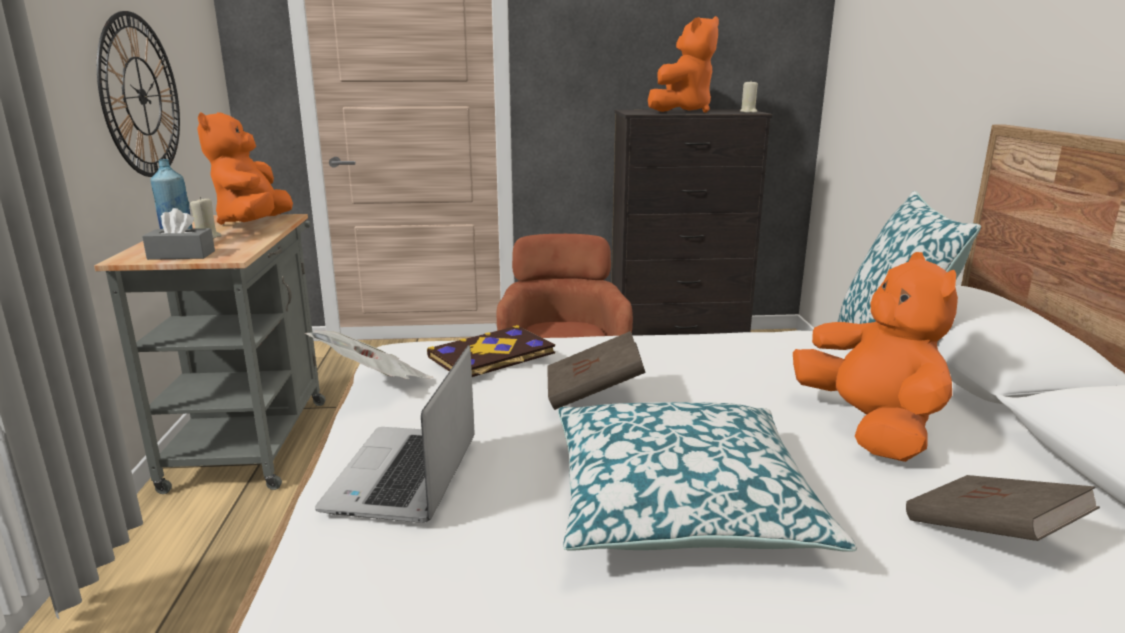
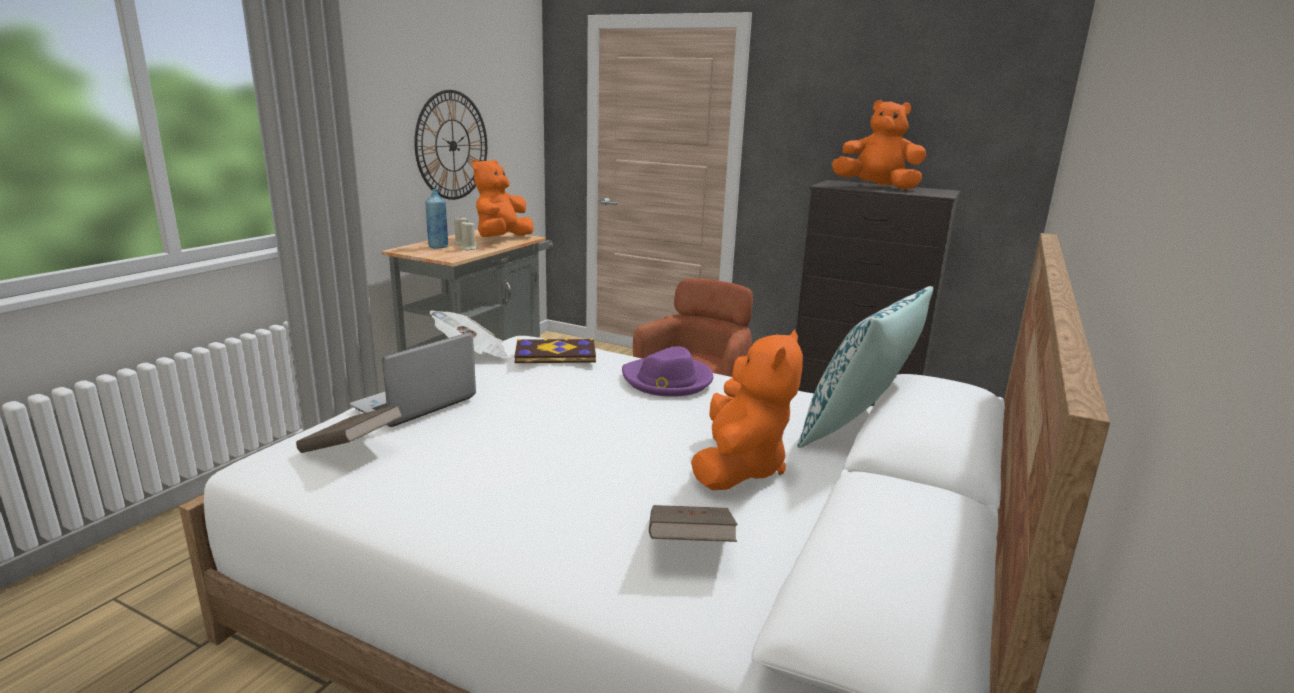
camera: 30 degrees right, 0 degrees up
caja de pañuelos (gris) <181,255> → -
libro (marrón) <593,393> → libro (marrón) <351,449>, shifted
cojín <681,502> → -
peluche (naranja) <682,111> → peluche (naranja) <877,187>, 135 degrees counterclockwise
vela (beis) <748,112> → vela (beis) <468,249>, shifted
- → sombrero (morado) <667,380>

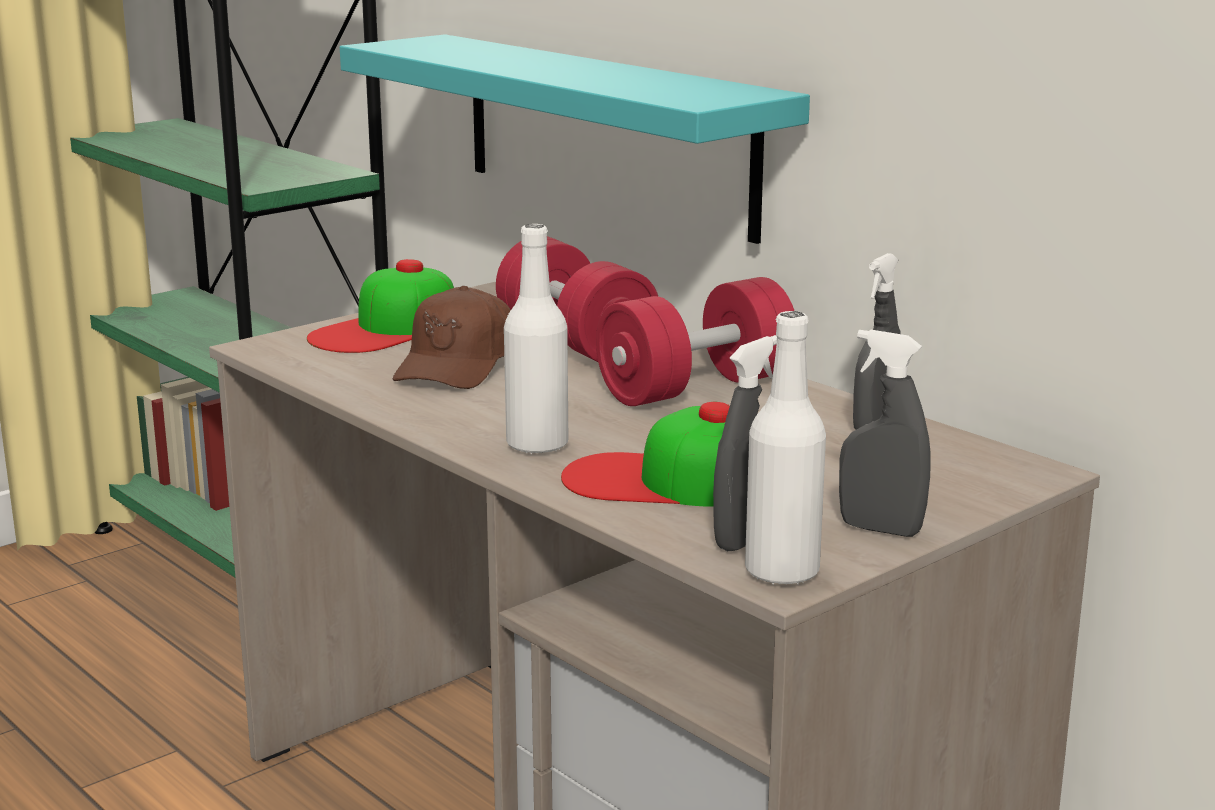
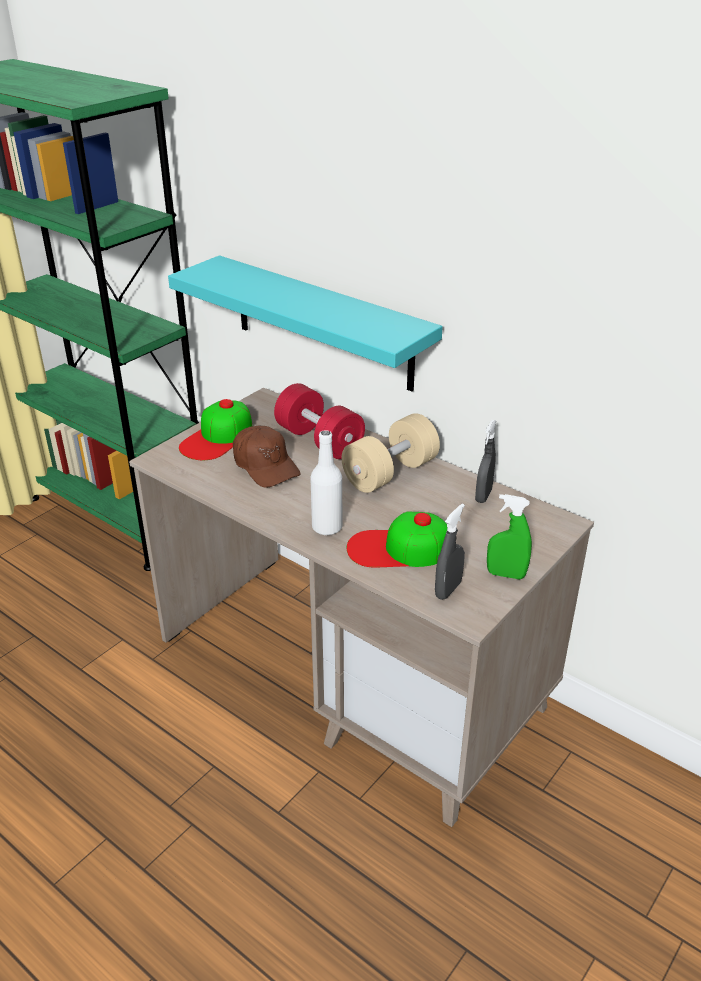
camera: 10 degrees left, 15 degrees up
gorra (marrón) <458,365> → gorra (marrón) <265,466>, 45 degrees counterclockwise
mancuerna (rojo) <696,388> → mancuerna (beis) <390,473>
botella (blanco) <782,571> → -
pulverizador (gris) <880,529> → pulverizador (verde) <506,574>

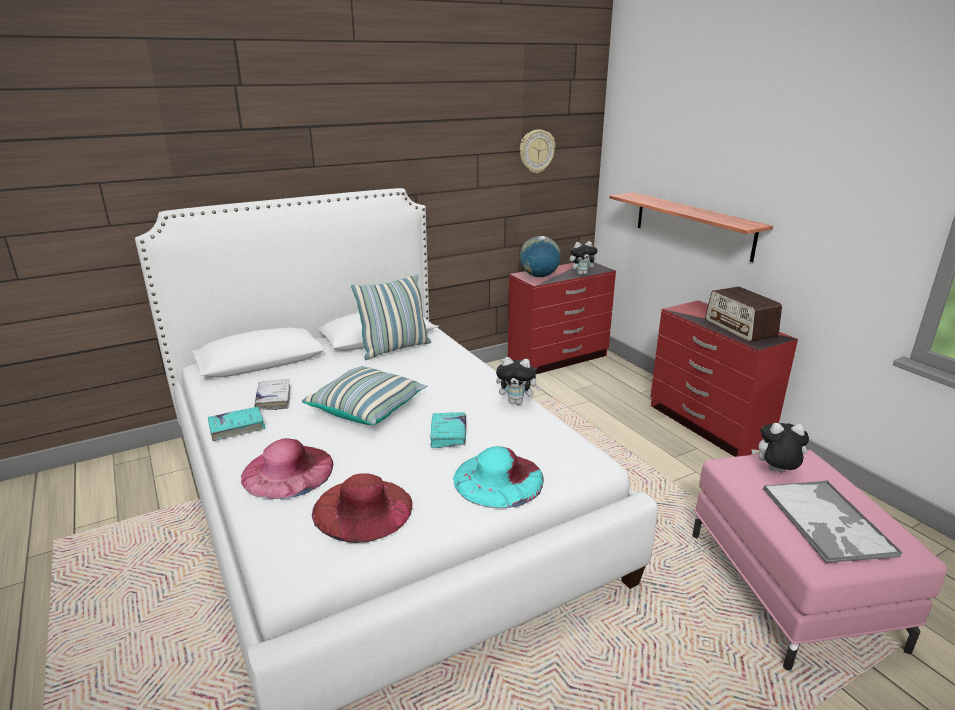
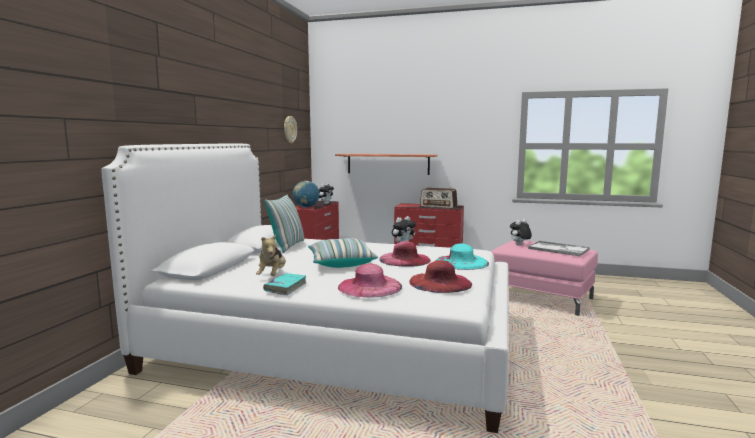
camera: 45 degrees left, 15 degrees down
libro (blanco) <273,399> → peluche <272,275>
libro (turquesa) <448,434> → sombrero (rosa) <404,259>

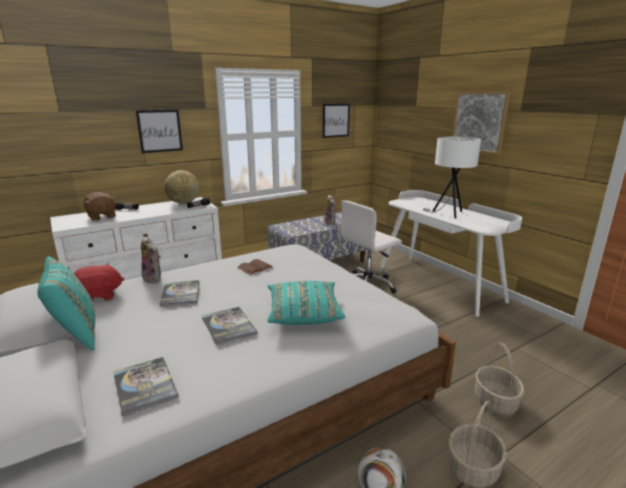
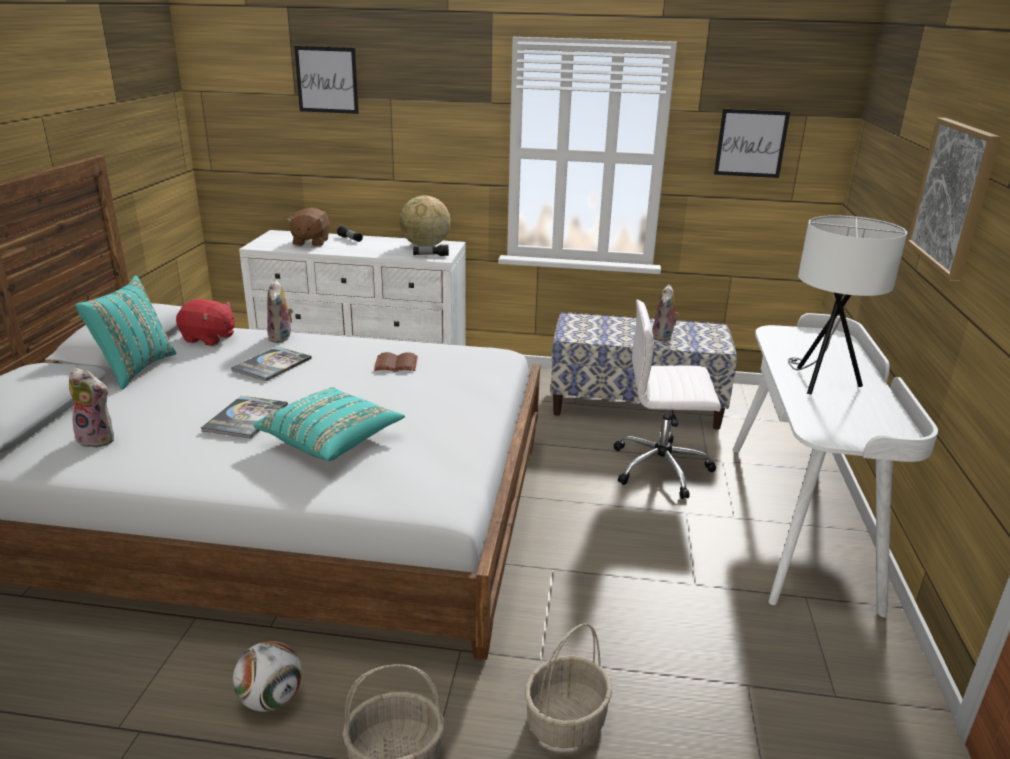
camera: 40 degrees right, 5 degrees up
libro <145,385> → peluche <99,439>
cuadro <160,131> → cuadro <327,80>, shifted

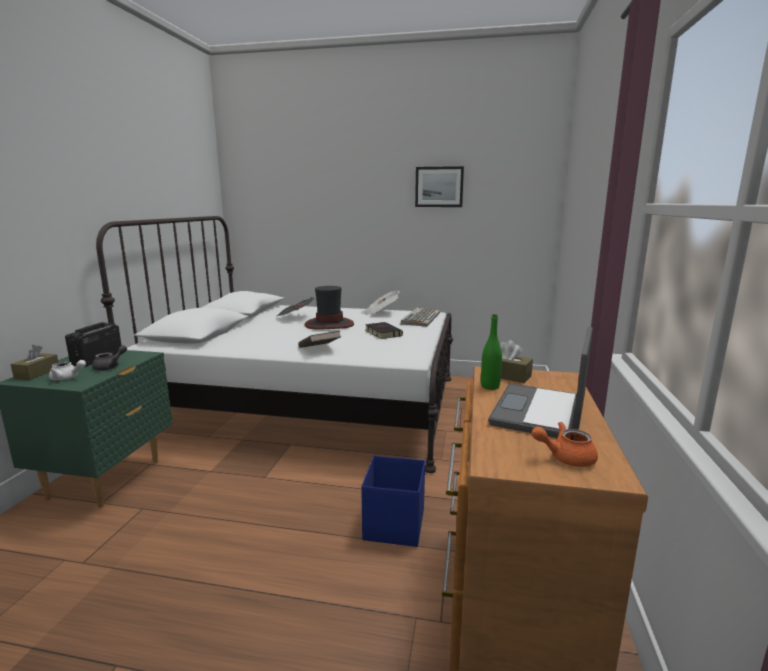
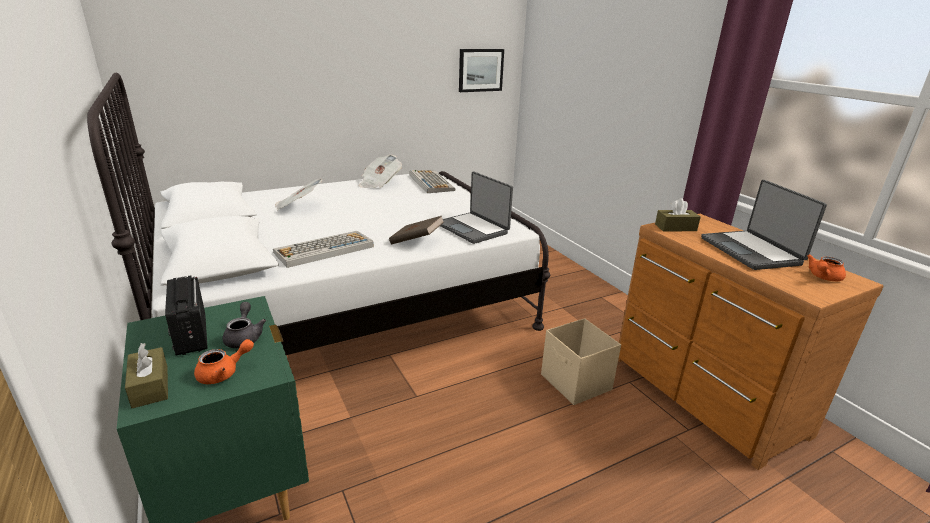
camera: 40 degrees left, 10 degrees up
tetera (blanco) <67,378> → tetera (naranja) <223,373>
sombrero <329,324> → -
caja de almacenaje (azul) <393,525> → caja de almacenaje (beis) <576,383>
libro (negro) <382,333> → -
cuadro <439,187> → cuadro <480,70>, shifted
botella (verde) <490,386> → -
- → teclado <323,250>
- → portátil <473,228>

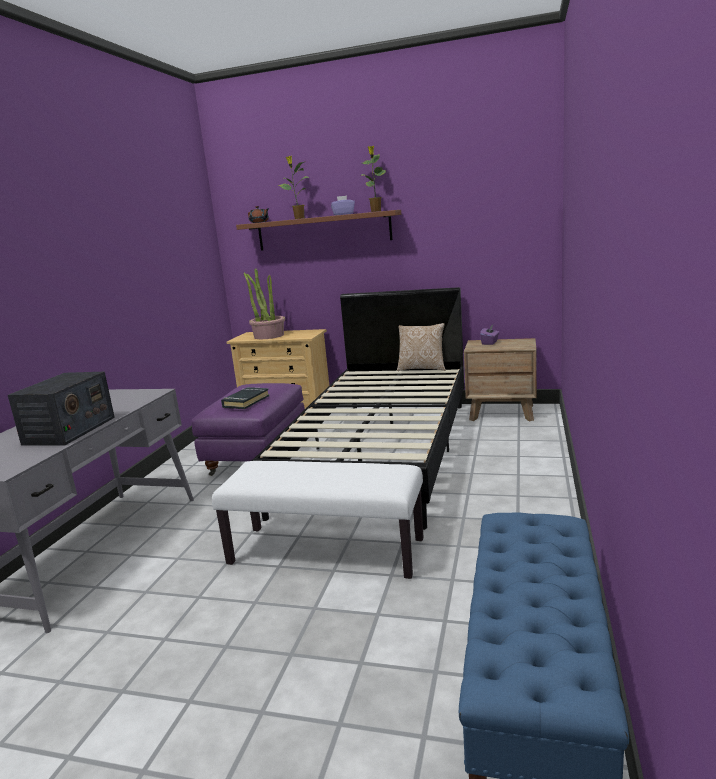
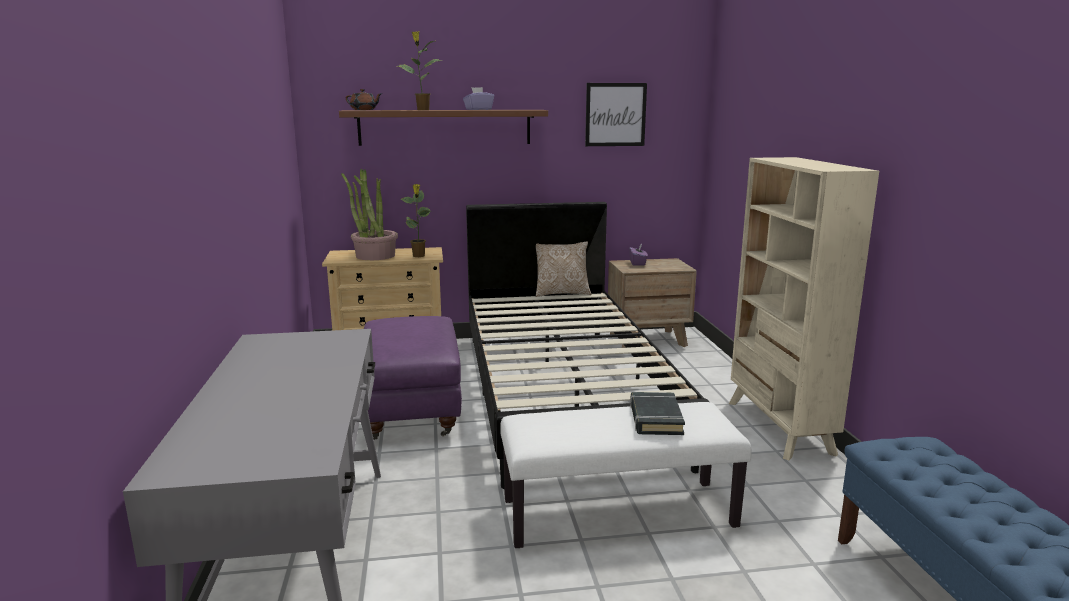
camera: 25 degrees left, 0 degrees up
radio <69,431> → -
libro (negro) <245,401> → libro (negro) <655,418>, shifted
planta en maceta <376,211> → planta en maceta <419,256>, shifted
- → cuadro <615,114>
- → estantería (beis) <779,427>

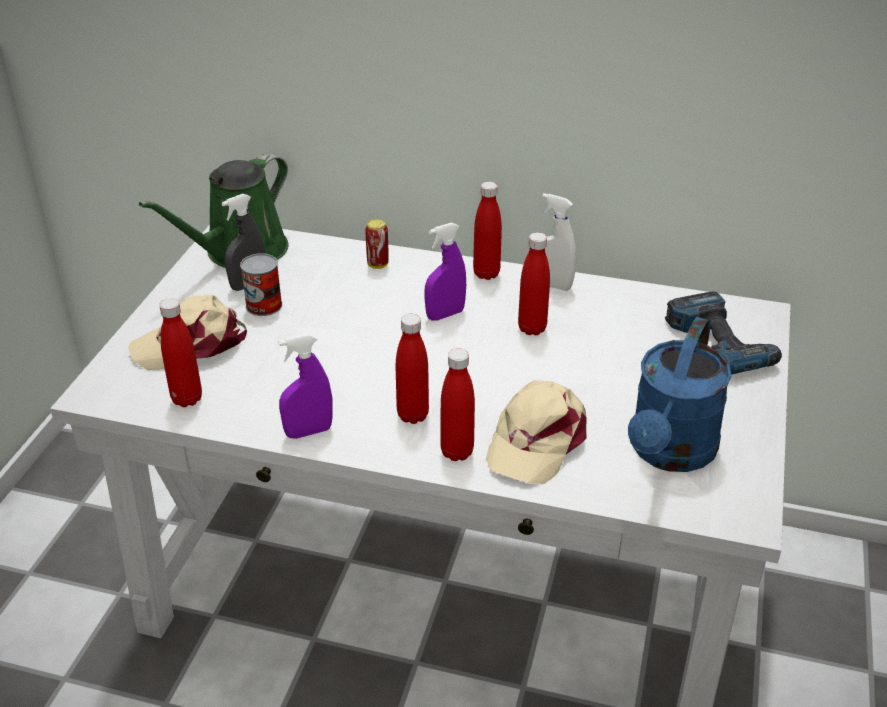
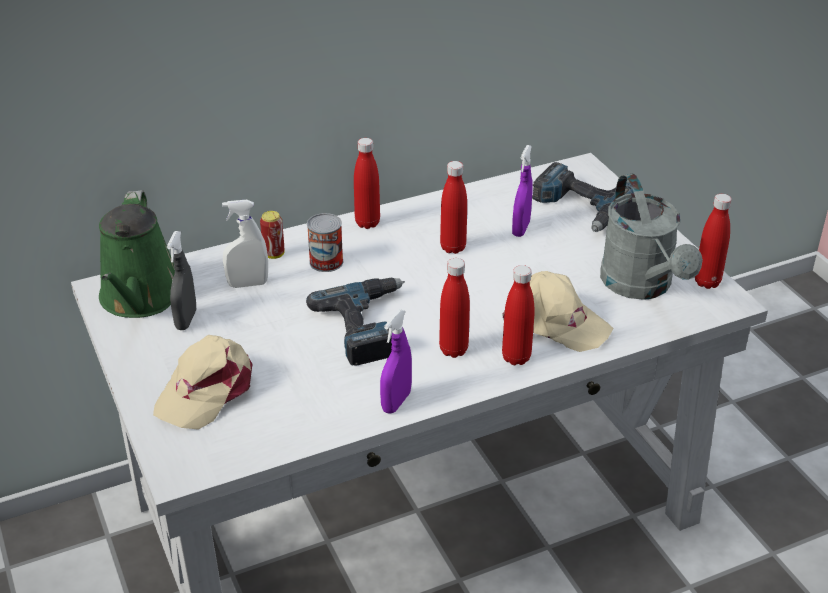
camera: 40 degrees left, 0 degrees up
botella (rojo) <187,399> → botella (rojo) <707,282>, shifted
lata <264,305> → lata <326,262>, shifted
pulverizador (morado) <445,314> → pulverizador (morado) <521,229>, shifted
gorra (beis) <536,440> → gorra (beis) <555,322>, 45 degrees counterclockwise
pulverizador (blanco) <552,285> → pulverizador (blanco) <248,284>, shifted
regadera (azul) <669,453> → regadera (gris) <642,286>
- → taladro <369,326>

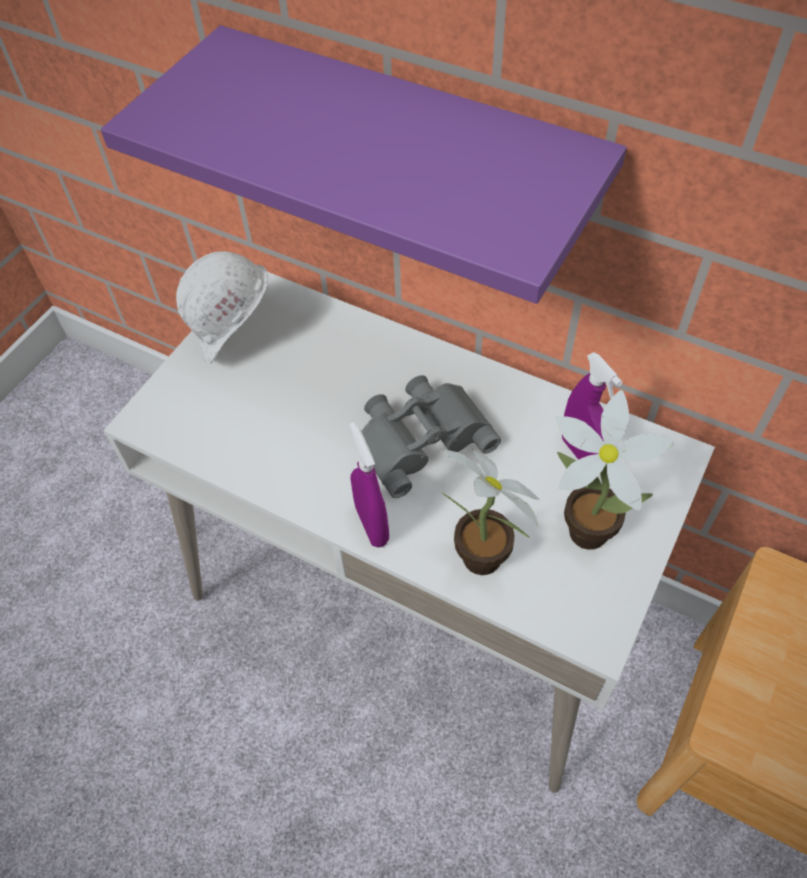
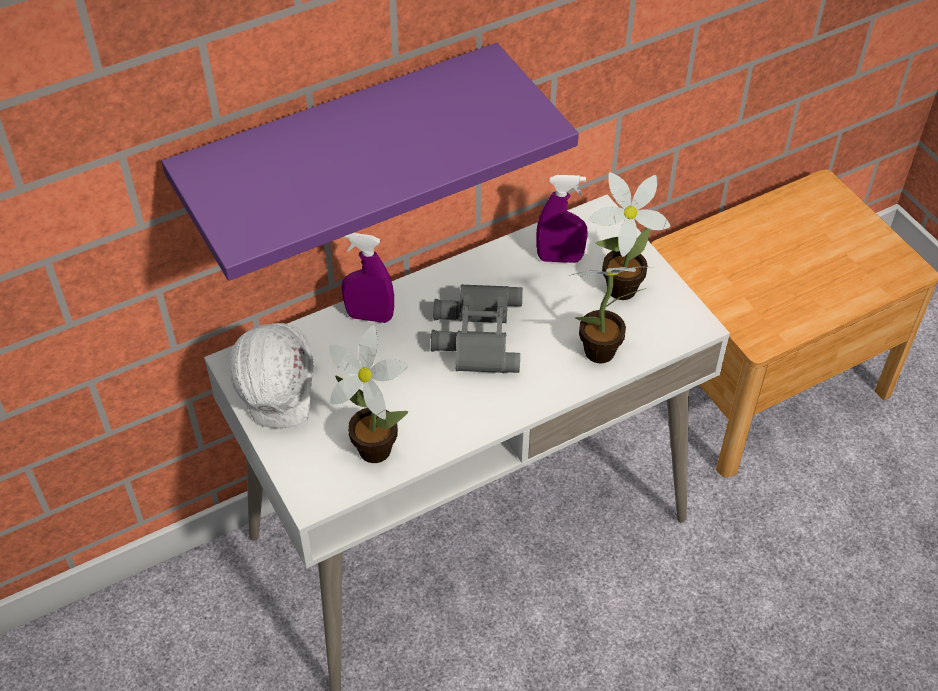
camera: 60 degrees left, 5 degrees down
pulverizador (morado) <372,525> → pulverizador (morado) <370,316>, shifted
- → planta en maceta <371,445>

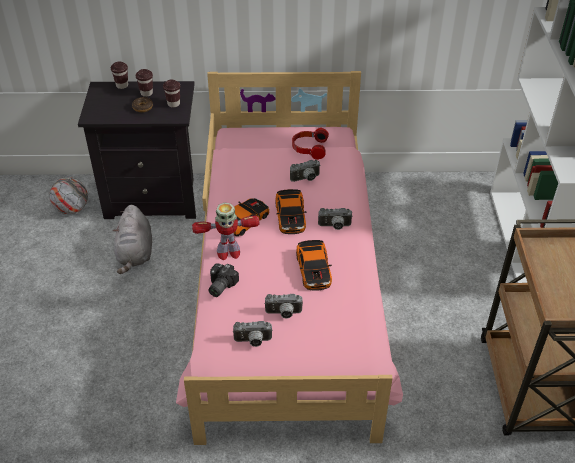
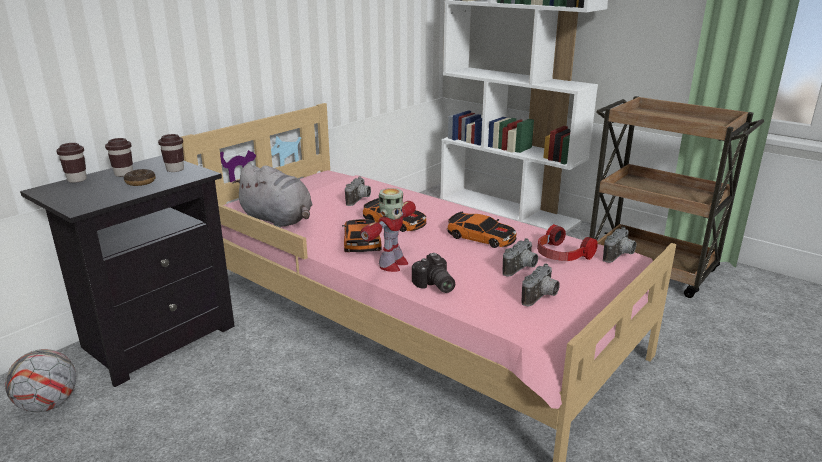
camera: 50 degrees left, 20 degrees down
peluche (gris) <135,253> → peluche (gris) <278,220>, shifted
auriculares <309,148> → auriculares <561,255>, shifted
cámara <334,226> → cámara <619,256>, shifted

